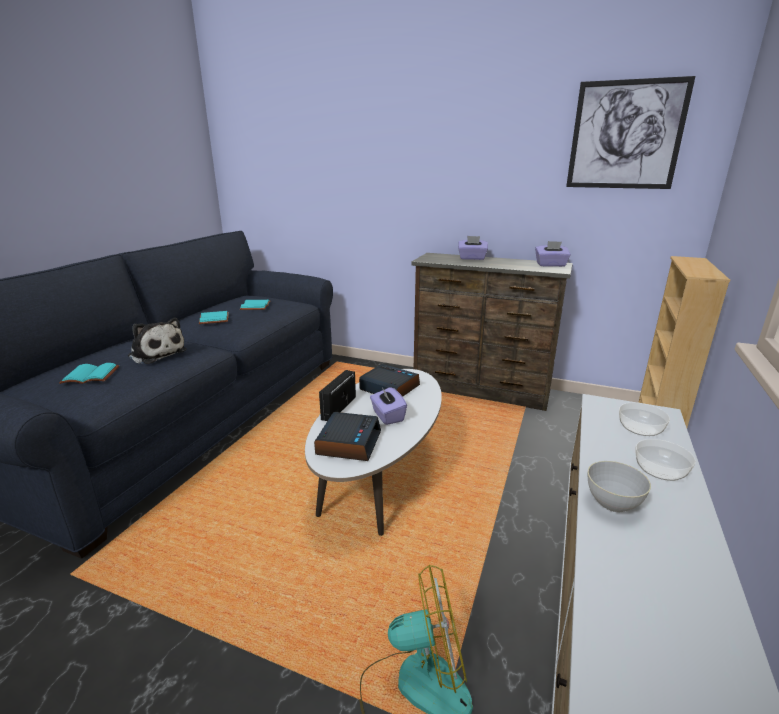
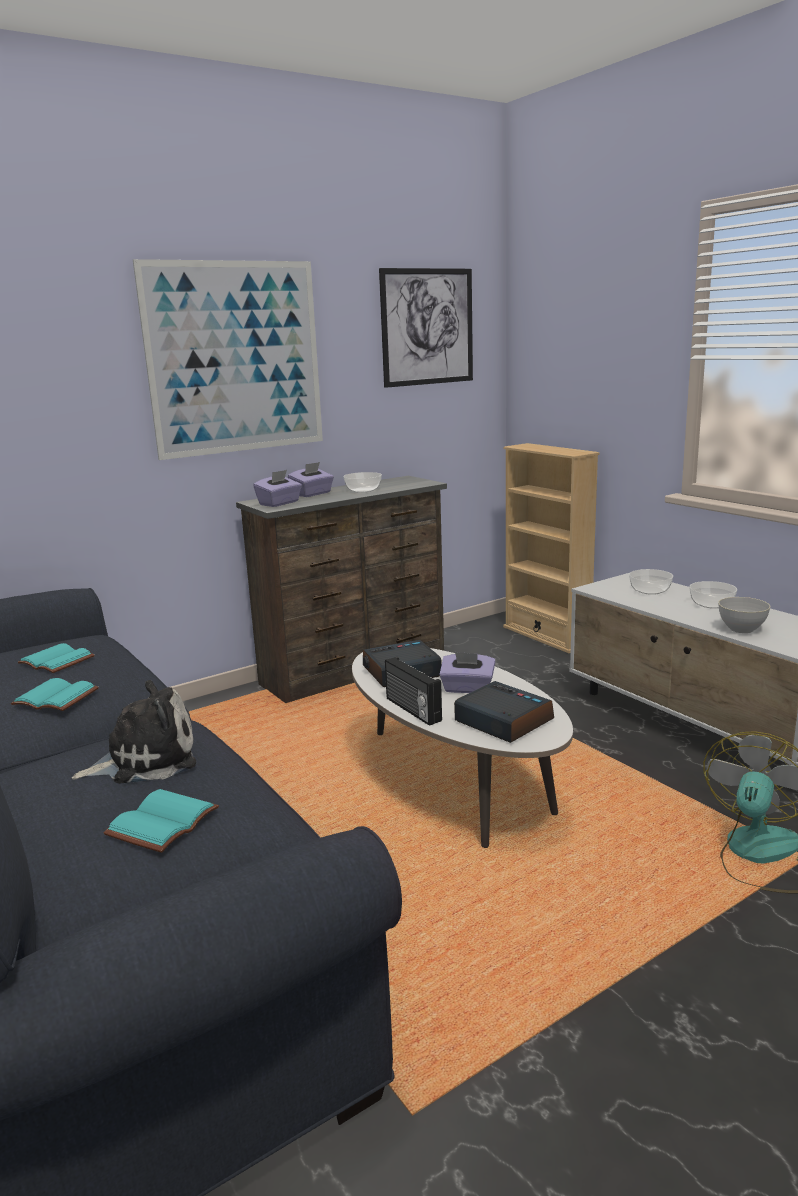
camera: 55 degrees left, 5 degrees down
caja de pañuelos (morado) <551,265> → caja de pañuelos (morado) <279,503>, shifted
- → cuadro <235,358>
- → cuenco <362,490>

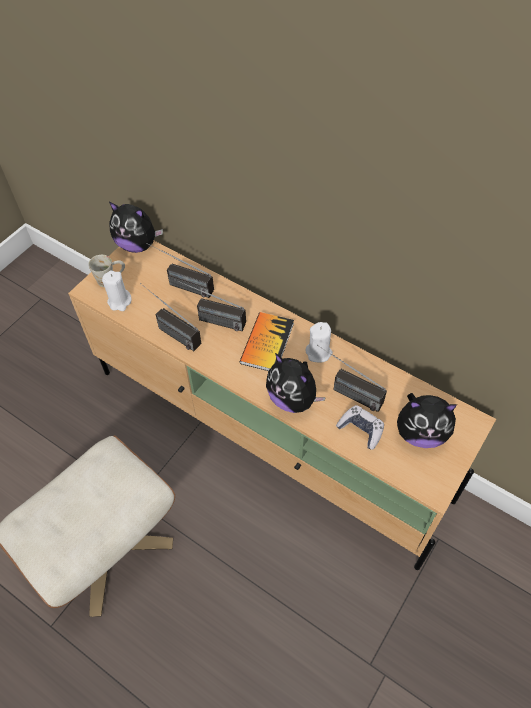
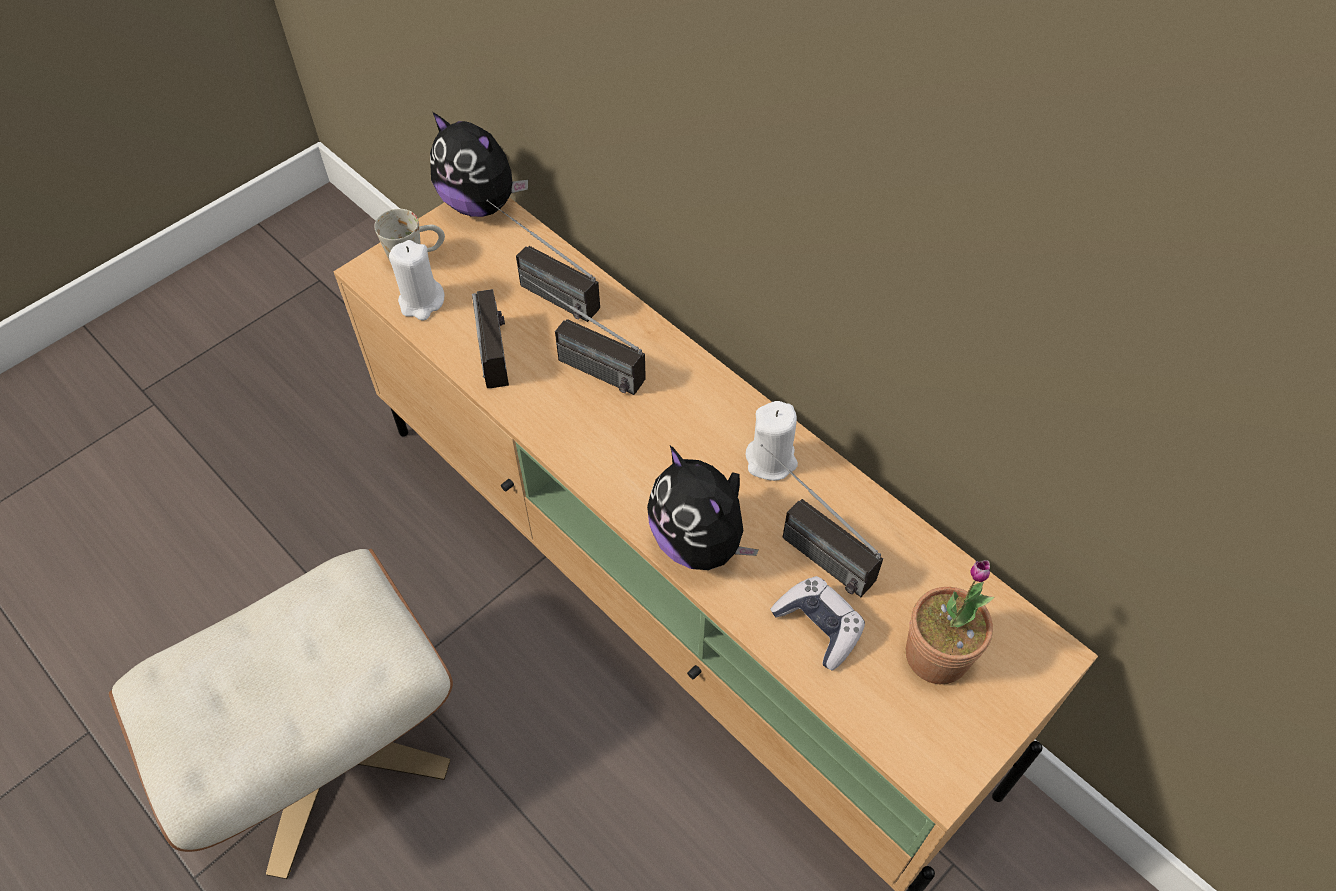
camera: 10 degrees right, 0 degrees up
radio <169,331> → radio <498,371>, 150 degrees counterclockwise
libro <267,343> → -
peluche <420,433> → planta en maceta <936,655>

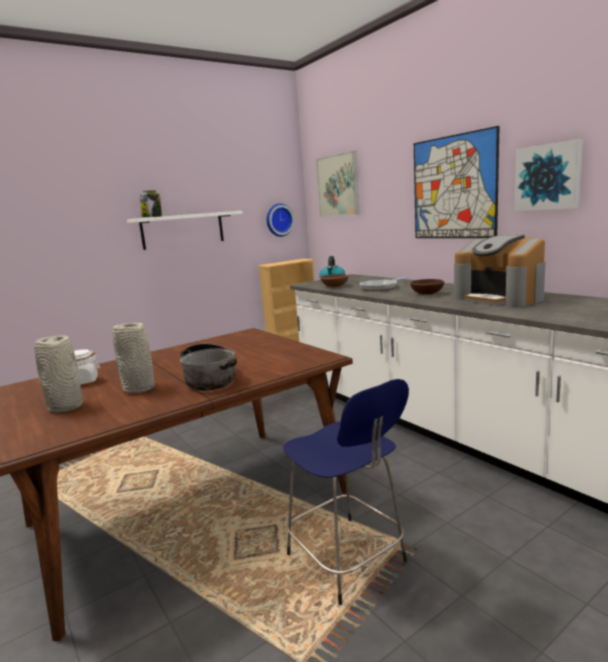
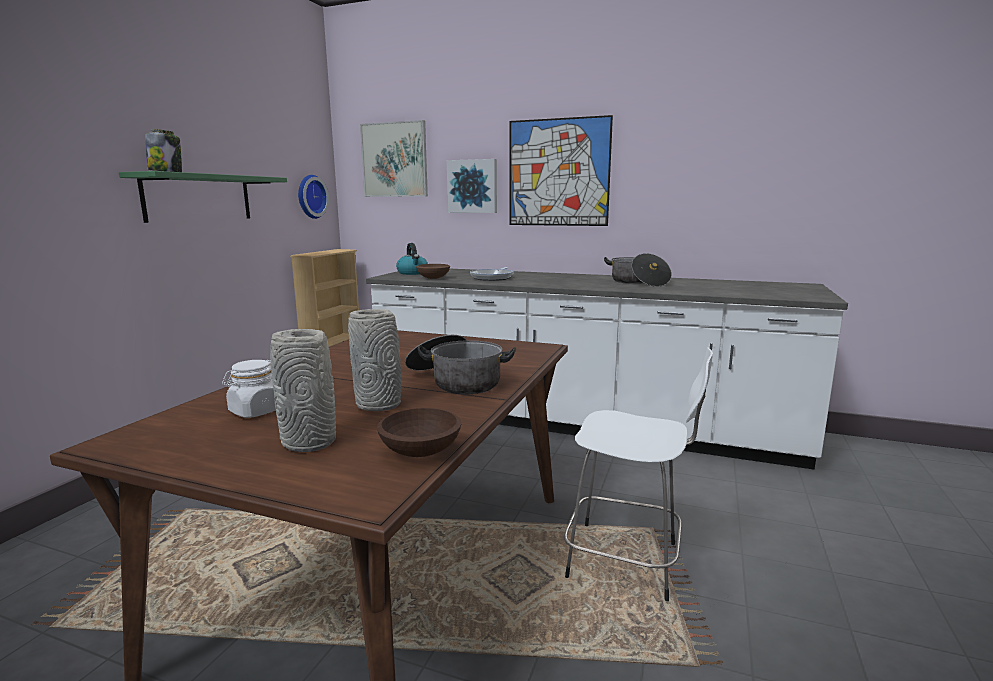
camera: 35 degrees left, 0 degrees up
estante (blanco) <183,230> → estante (verde) <199,198>
taburete (azul) <348,561> → taburete (blanco) <627,561>
cuenco (marrón) <427,294> → cuenco (marrón) <420,451>, shifted
cafetera <499,298> → olla <637,282>
cuadro <548,177> → cuadro <473,186>, shifted

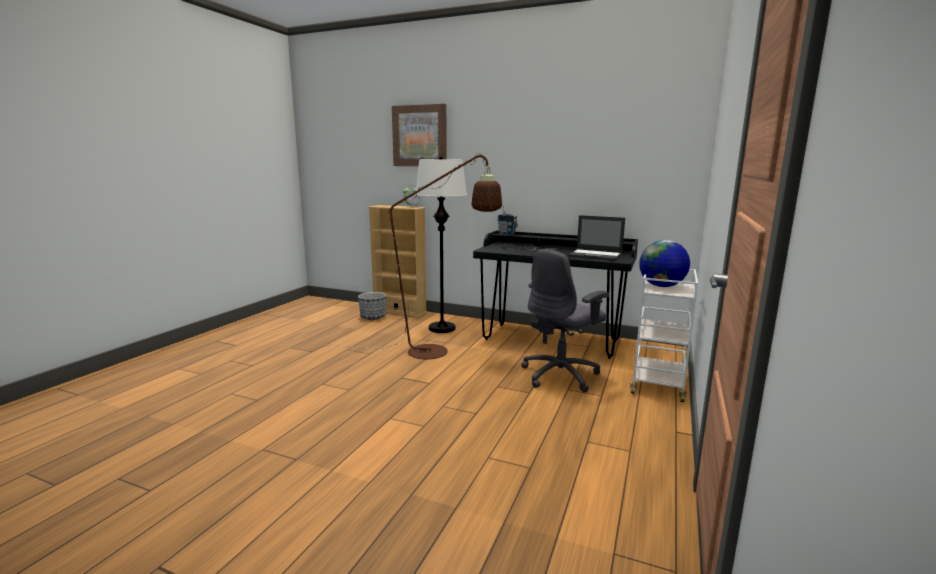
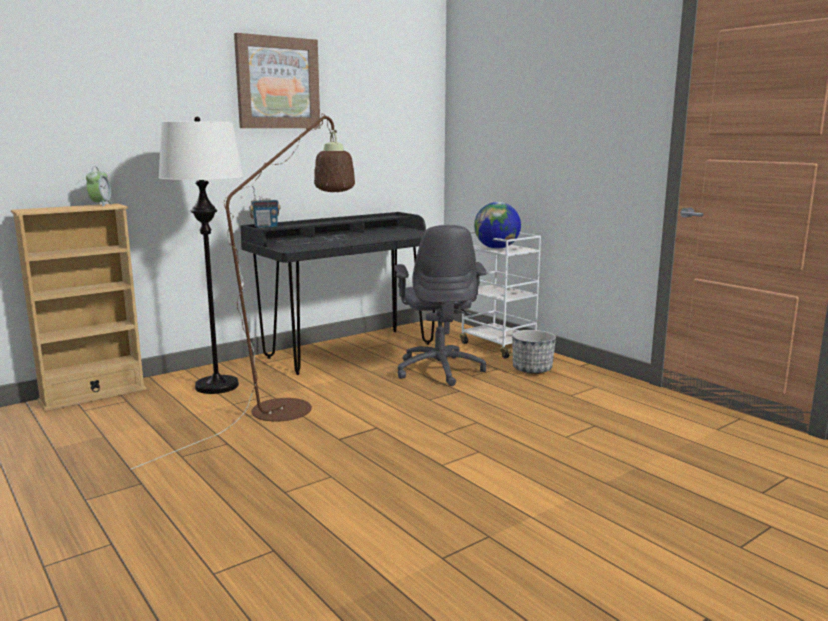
camera: 60 degrees left, 0 degrees up
maceta <373,317> → maceta <532,370>, shifted
cuadro <420,136> → cuadro <277,83>, shifted
portátil <596,255> → -

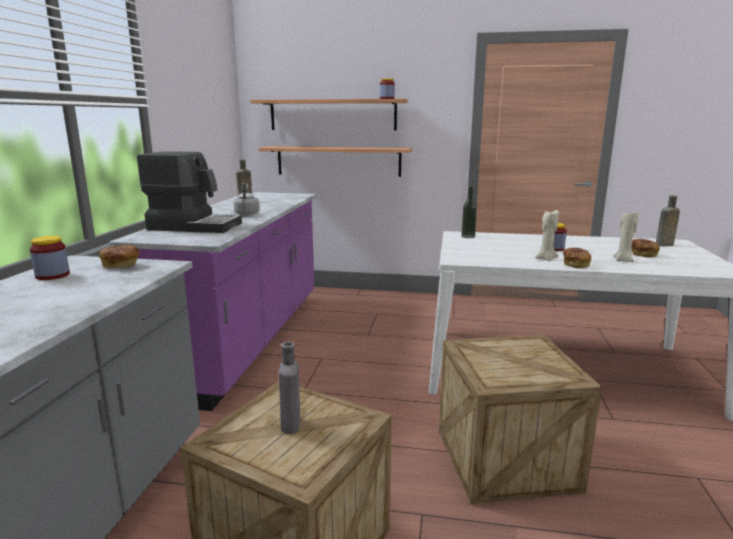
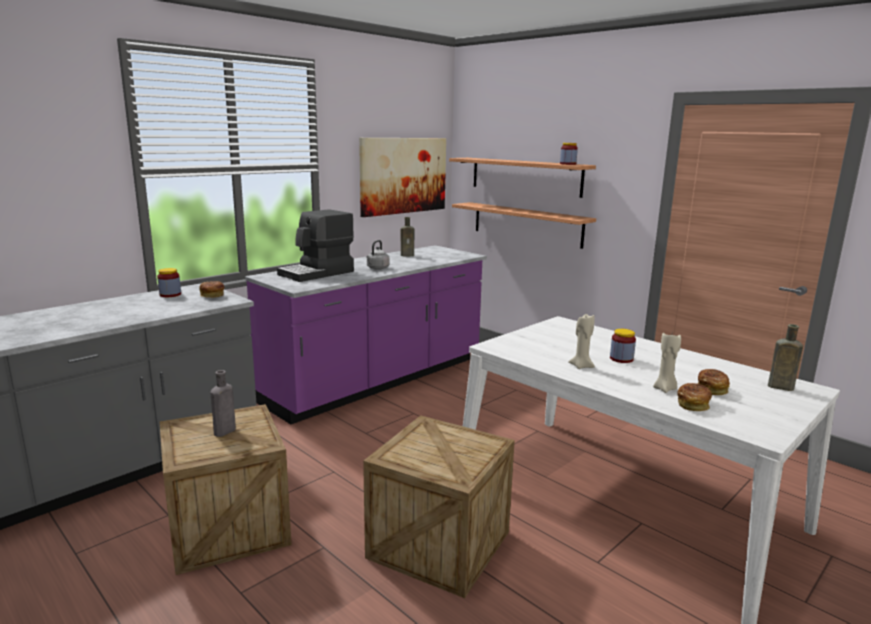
camera: 35 degrees right, 0 degrees up
cafetera <195,226> → cafetera <317,273>, 90 degrees clockwise
botella <468,236> → -
pan <575,264> → pan <693,405>, shifted
- → cuadro <403,175>

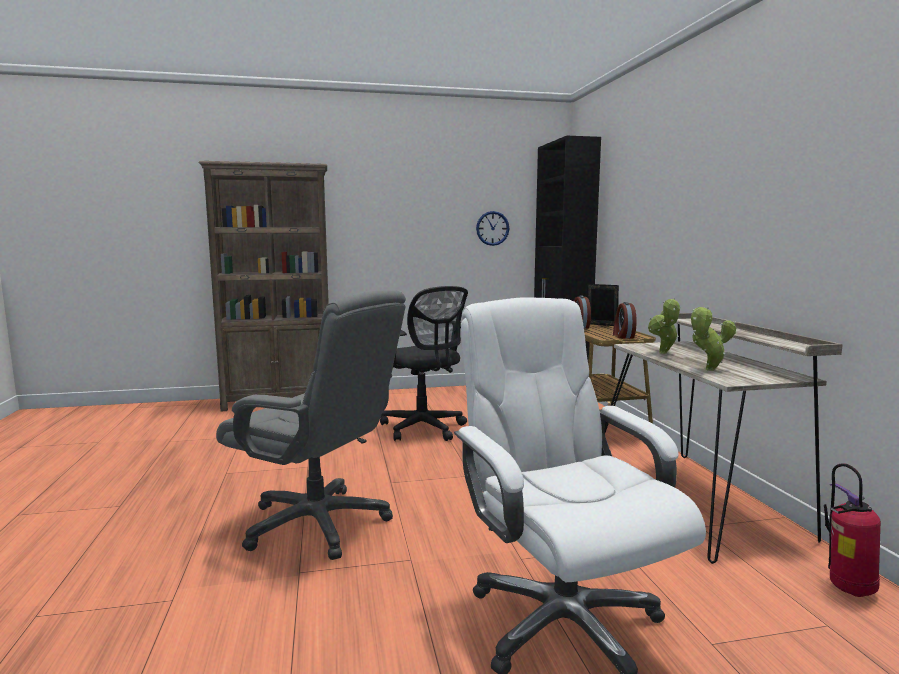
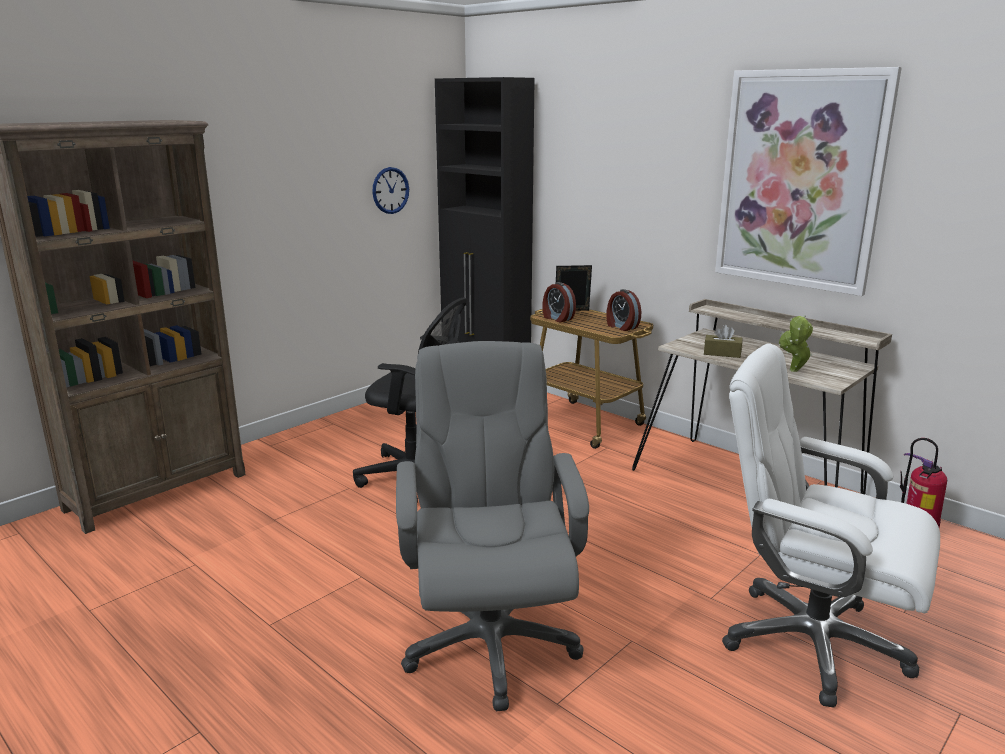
camera: 35 degrees left, 10 degrees up
silla de oficina (gris) <318,524> → silla de oficina (gris) <490,642>, 90 degrees counterclockwise
planta en maceta <663,353> → caja de pañuelos (marrón) <722,353>
- → cuadro <800,180>

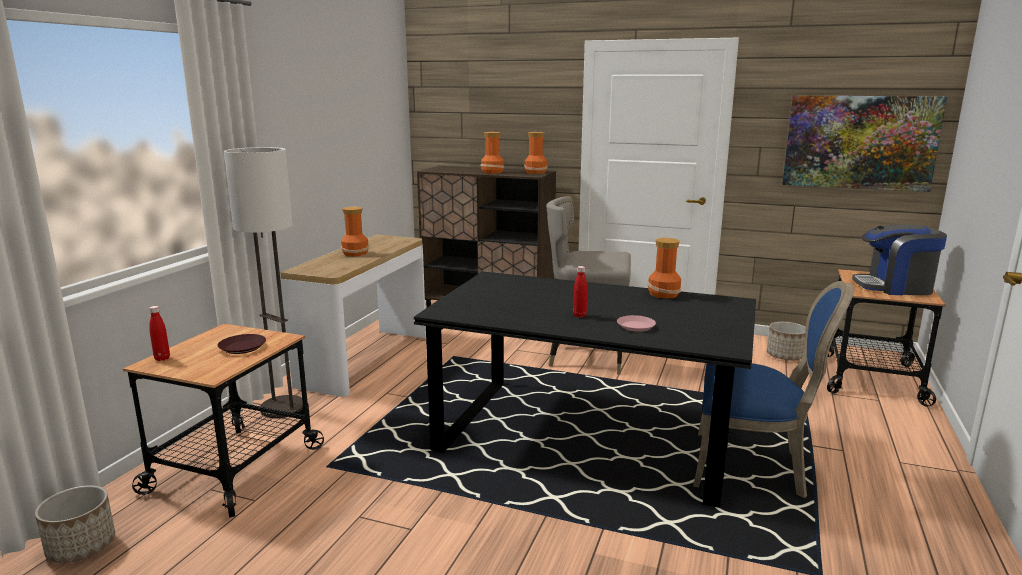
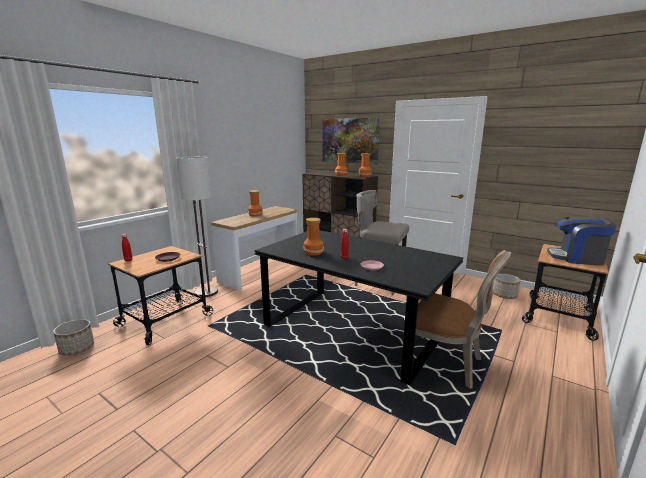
camera: 15 degrees right, 0 degrees up
florero <663,294> → florero <313,252>, shifted
silla (azul) <753,468> → silla (marrón) <445,363>
cuadro <859,142> → cuadro <349,141>, shifted

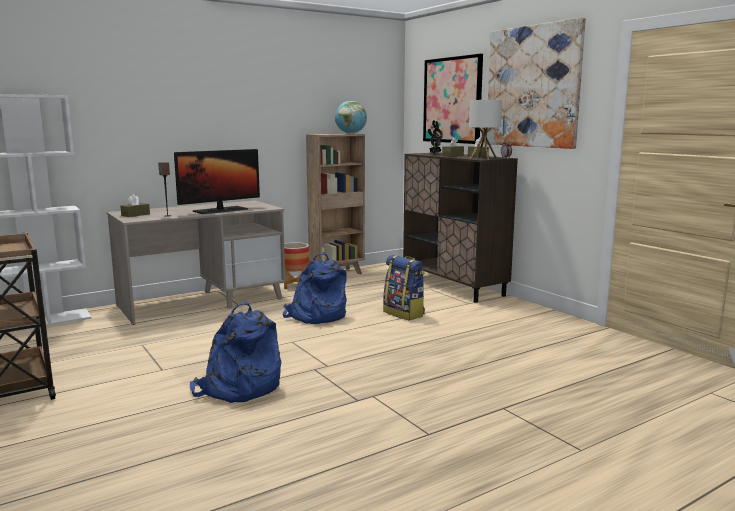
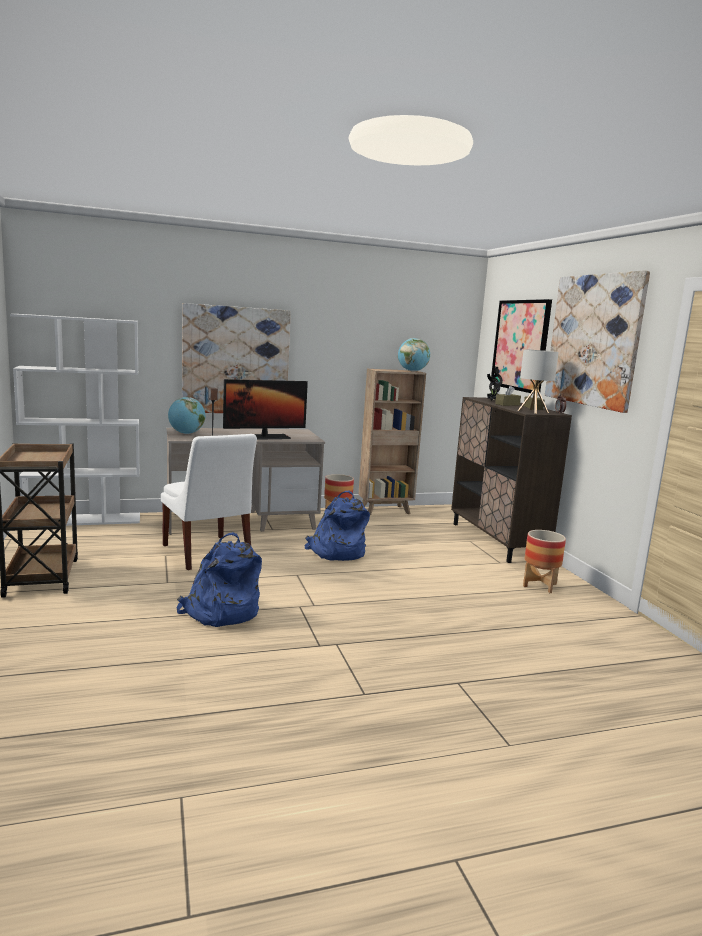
camera: 15 degrees right, 0 degrees up
caja de pañuelos (marrón) <135,215> → globo terráqueo <186,433>
mochila <404,314> → -
- → silla (blanco) <207,553>
- → cuadro <236,360>
- → maceta <540,585>

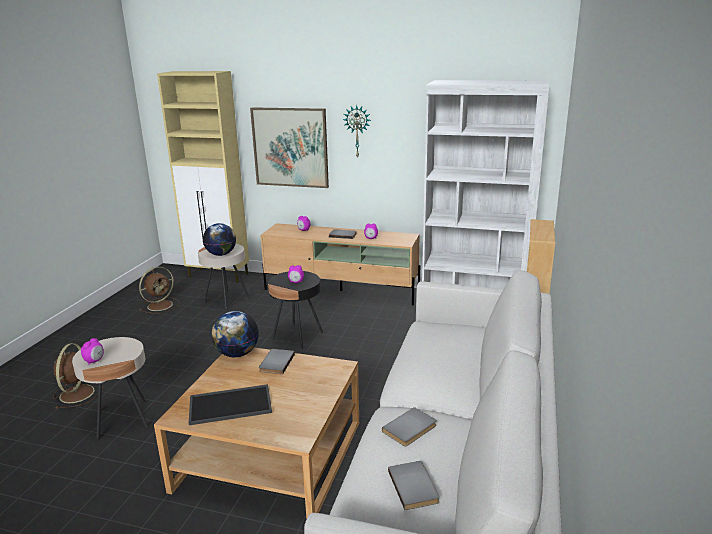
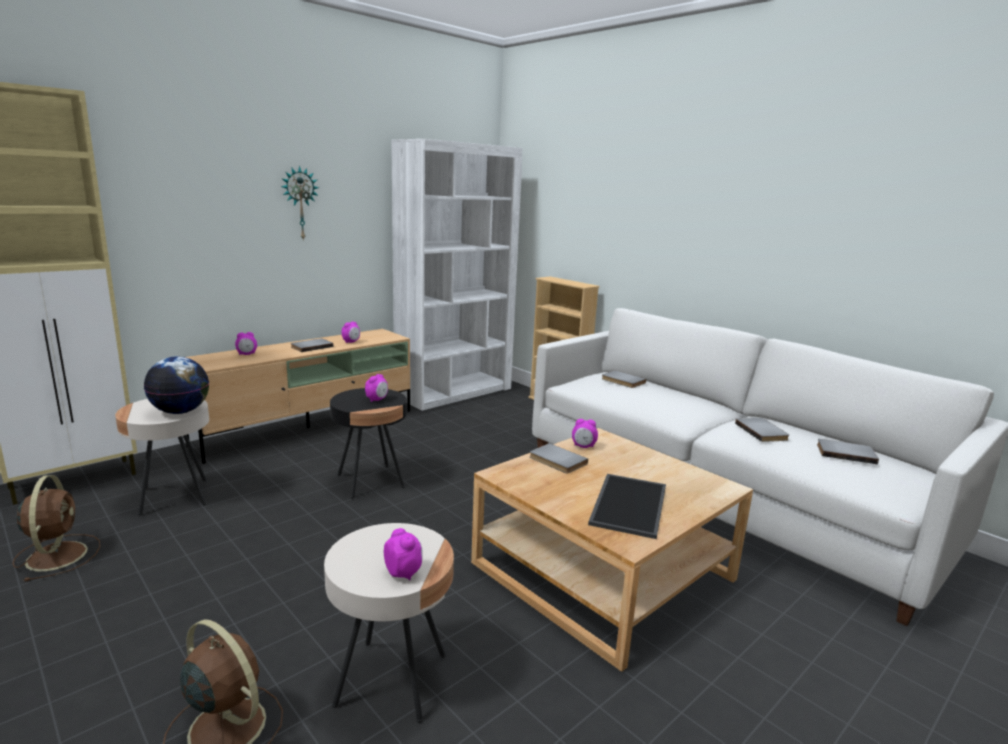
camera: 60 degrees left, 5 degrees down
globo terráqueo <237,354> → -
cuadro <290,147> → -
- → despertador <583,447>
- → libro (gris) <622,381>

